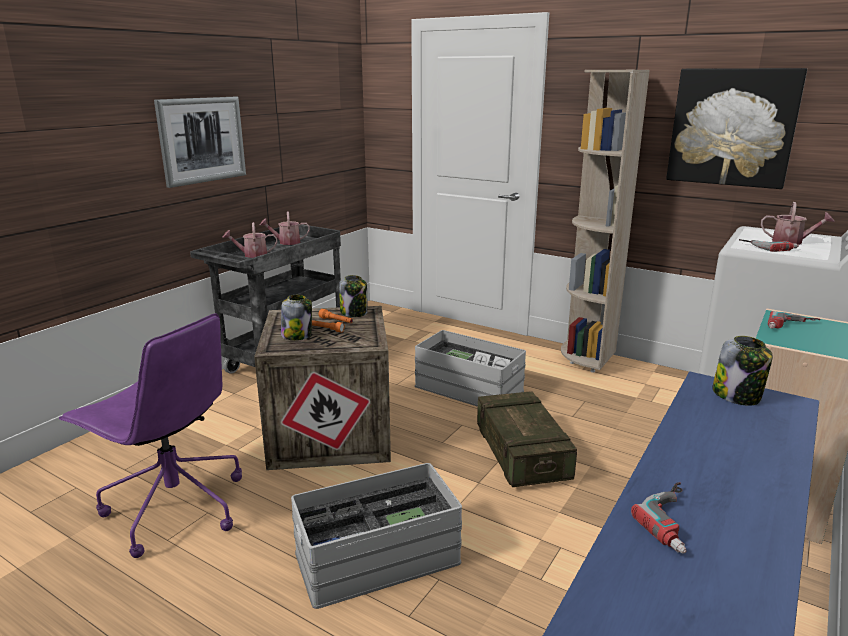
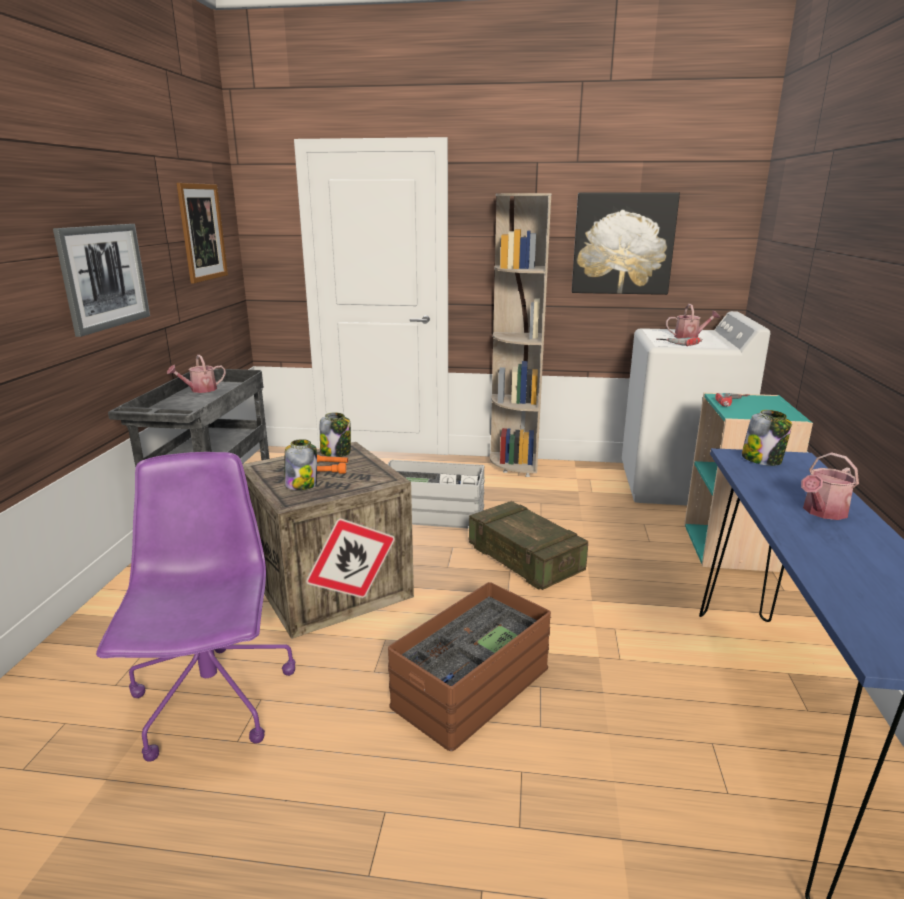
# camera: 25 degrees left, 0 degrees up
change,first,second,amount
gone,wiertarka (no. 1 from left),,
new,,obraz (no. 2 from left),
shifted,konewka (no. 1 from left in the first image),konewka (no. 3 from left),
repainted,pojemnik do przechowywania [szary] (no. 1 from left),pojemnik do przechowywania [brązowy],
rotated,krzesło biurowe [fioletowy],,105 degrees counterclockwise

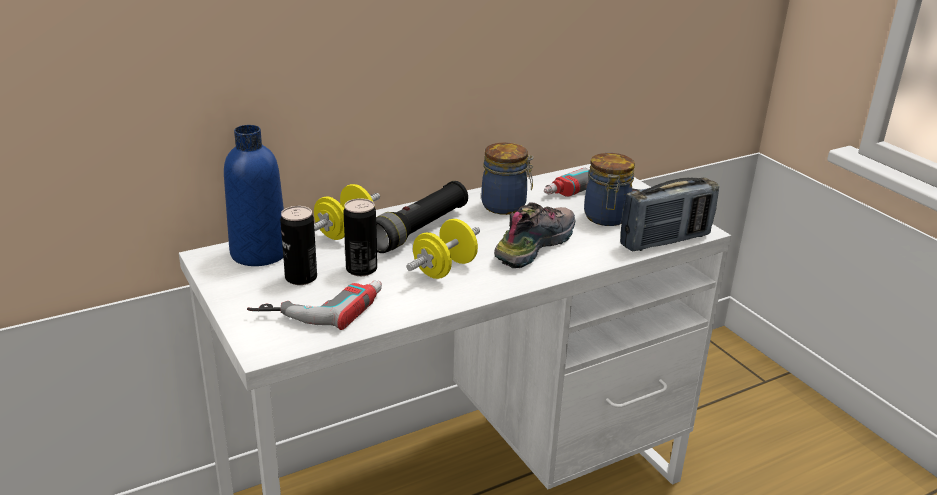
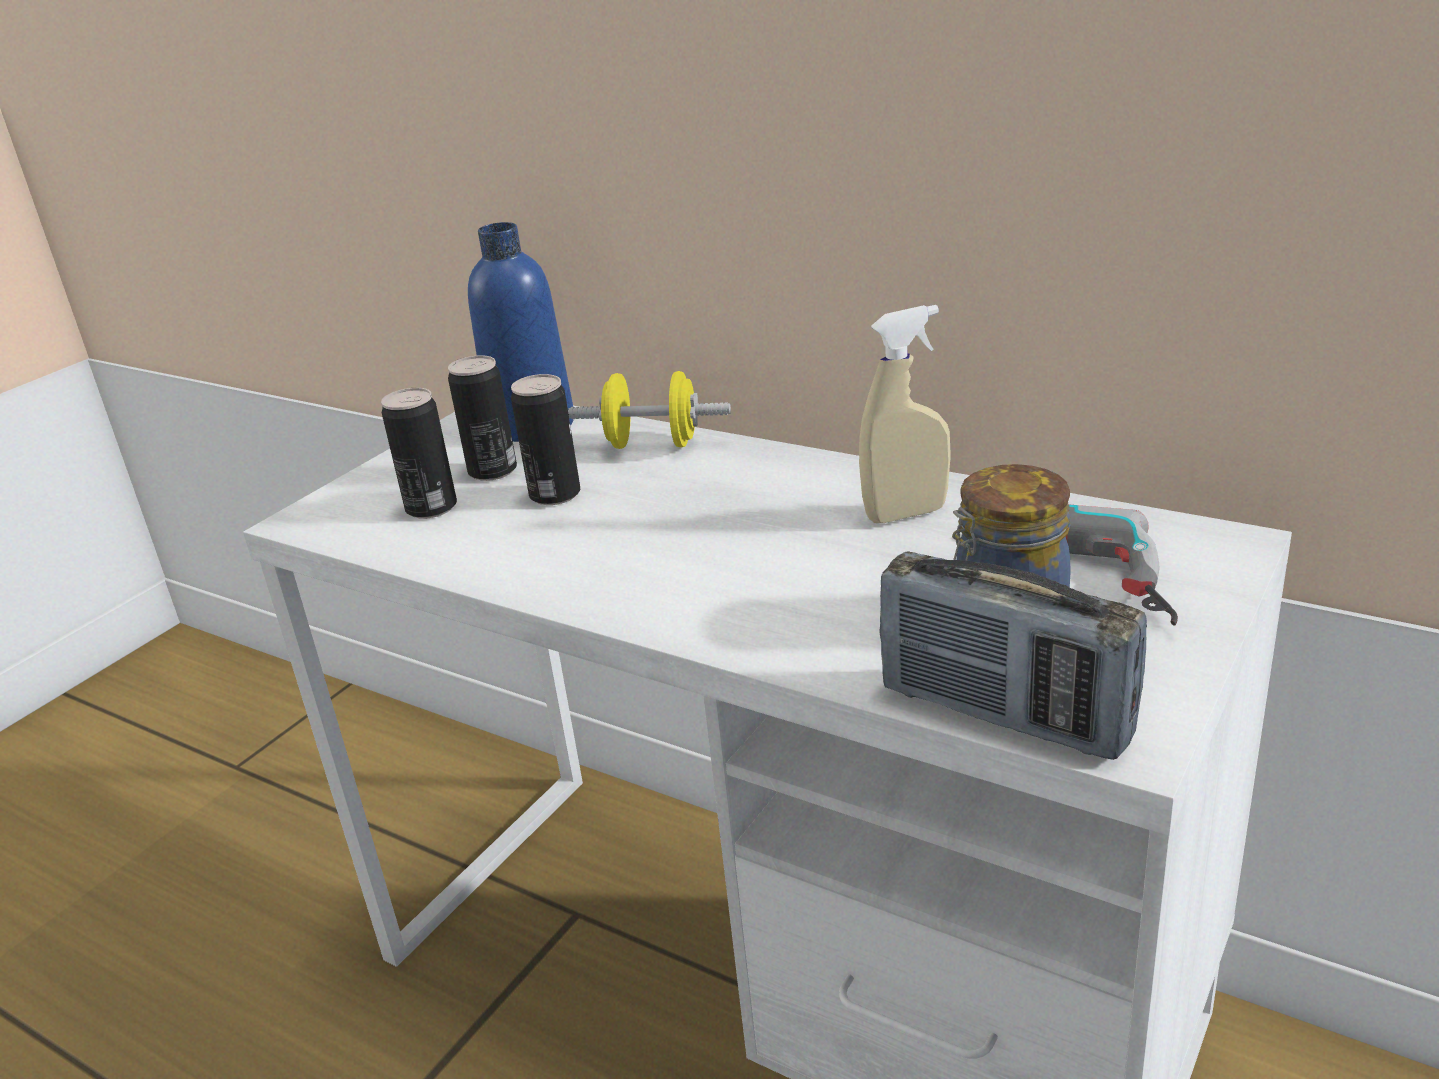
# camera: 65 degrees right, 0 degrees up
change,first,second,amount
gone,latarka [czarny],,
gone,hantel [żółty] (no. 2 from left),,
gone,but,,
swapped,wiertarka (no. 1 from left),puszka (no. 1 from left),
swapped,słoik (no. 1 from left),spryskiwacz [beżowy],

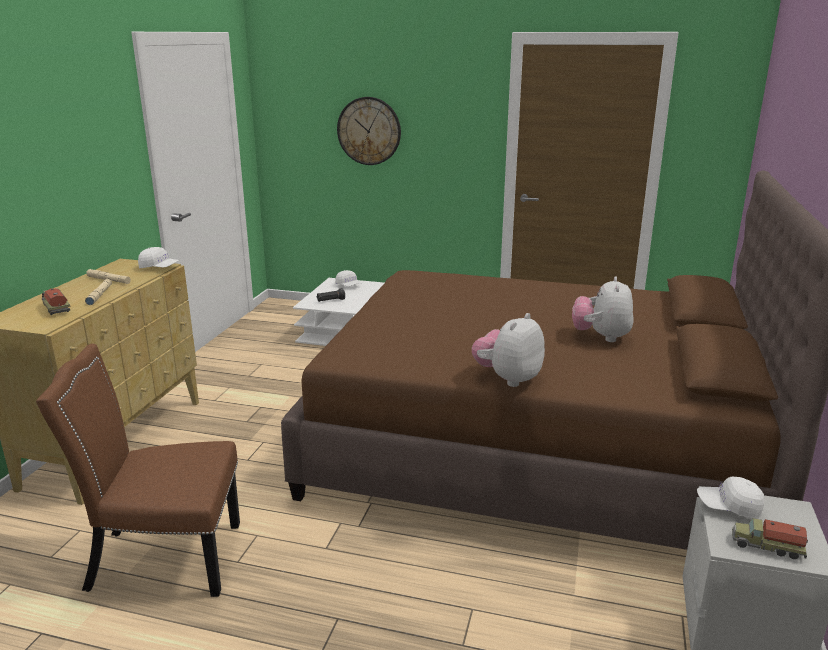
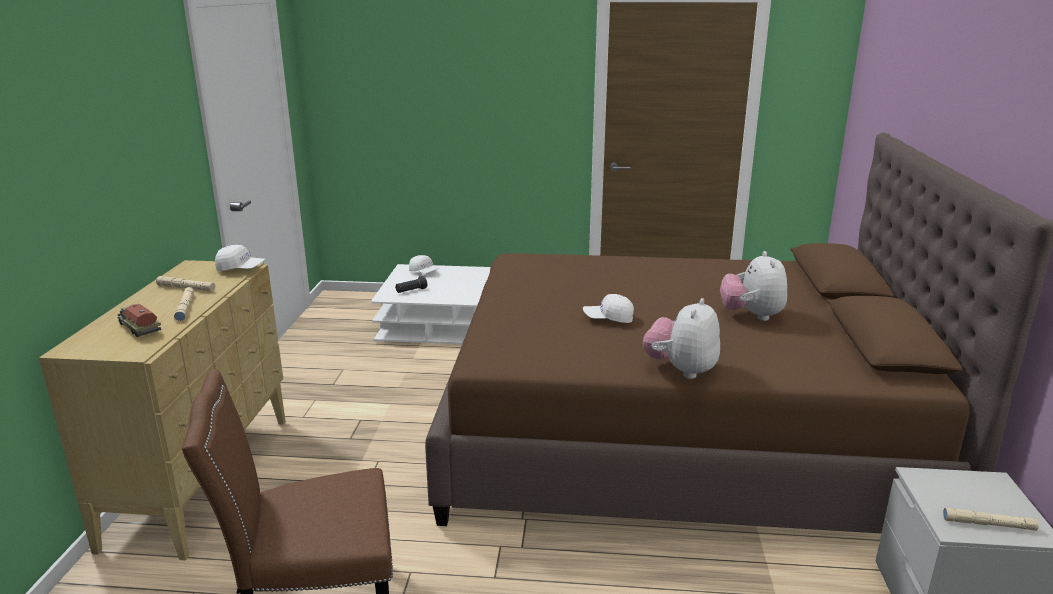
# camera: 10 degrees left, 0 degrees up
change,first,second,amount
gone,zegar ścienny,,
shifted,czapka z daszkiem [biały] (no. 3 from left),,
swapped,ciężarówka zabawkowa (no. 2 from left),latarka [beżowy] (no. 3 from left),

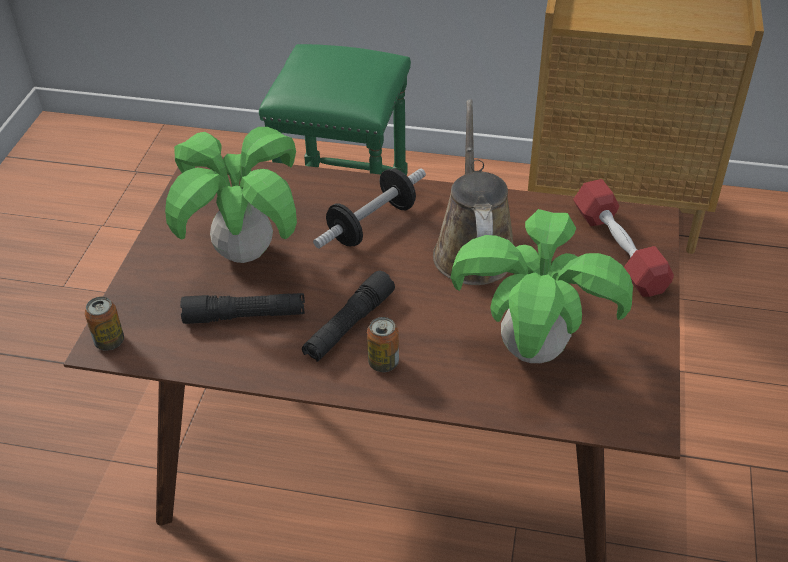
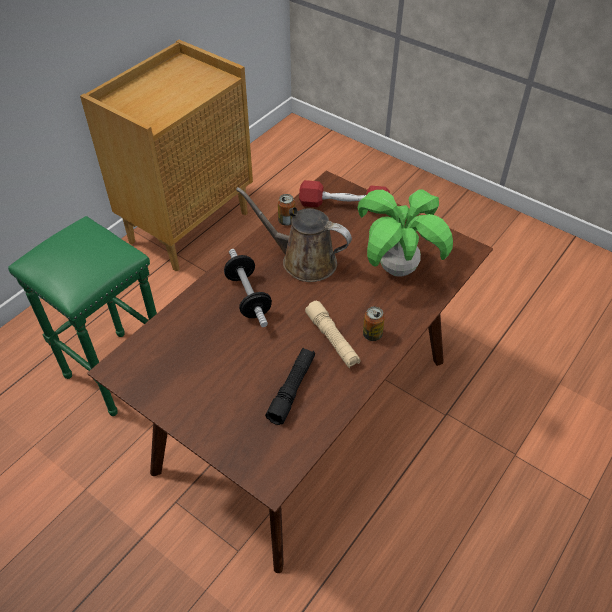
# camera: 65 degrees left, 5 degrees up
change,first,second,amount
gone,roślina doniczkowa (no. 1 from left),,
shifted,puszka (no. 1 from left),,
repainted,latarka [czarny] (no. 2 from left),latarka [beżowy],

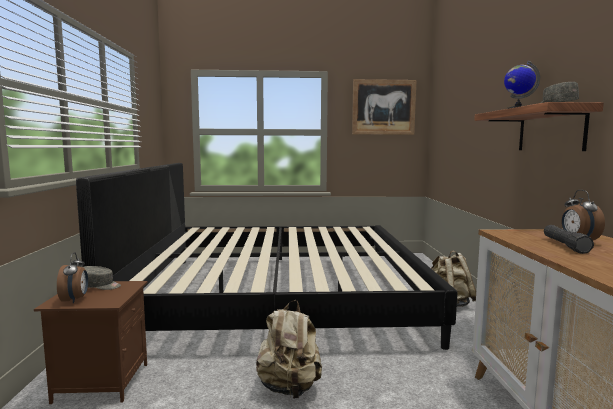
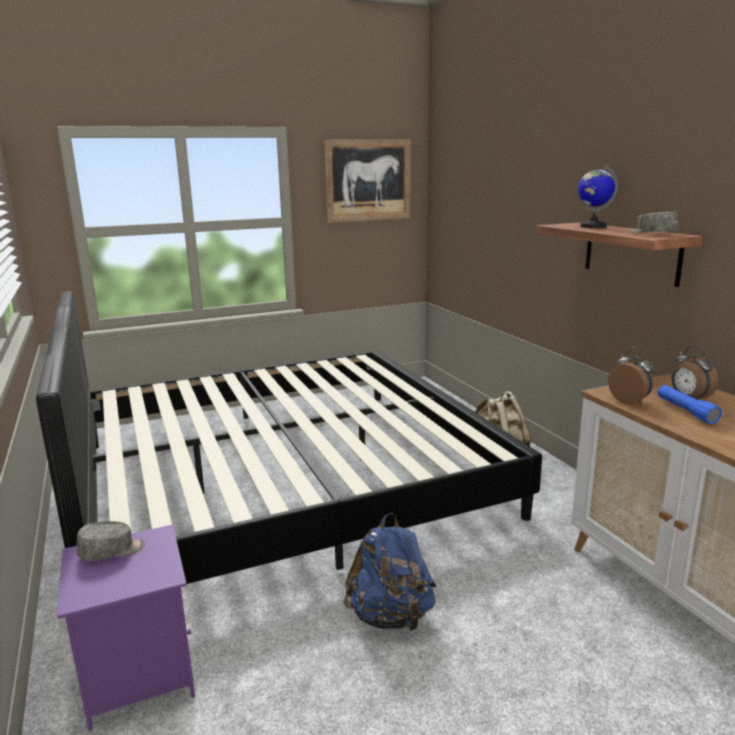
# camera: 20 degrees left, 10 degrees up
change,first,second,amount
shifted,budzik (no. 1 from left),,
repainted,szafka nocna [brązowy],szafka nocna [fioletowy],
repainted,plecak [beżowy] (no. 1 from left),plecak [niebieski],
repainted,latarka [czarny],latarka [niebieski],

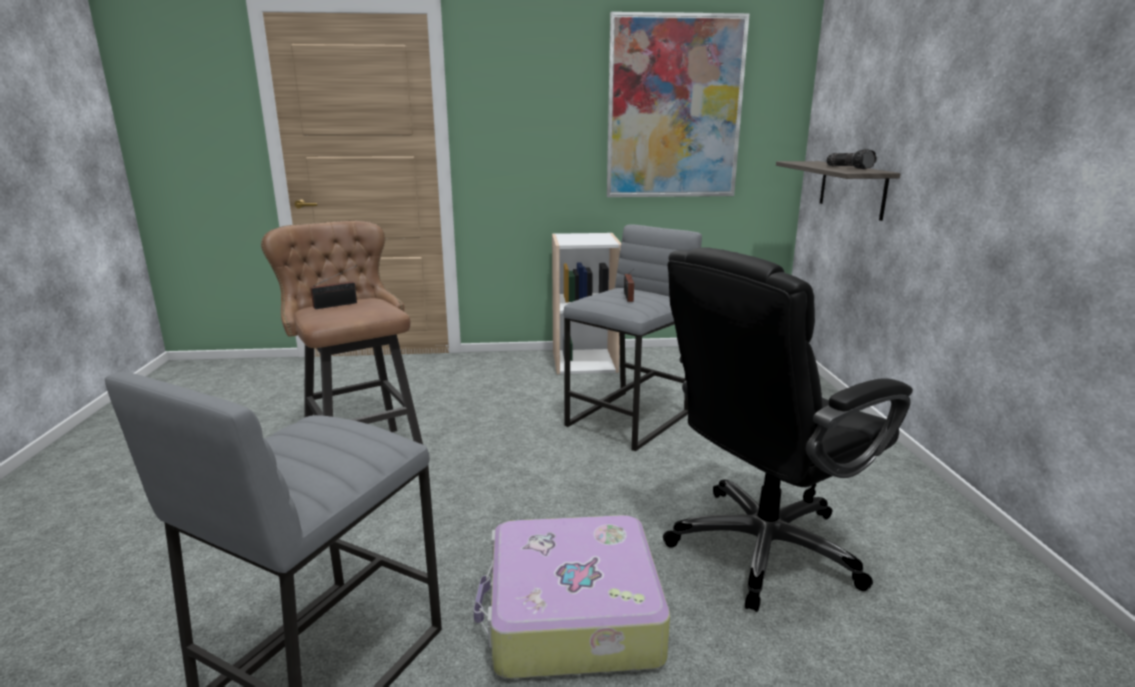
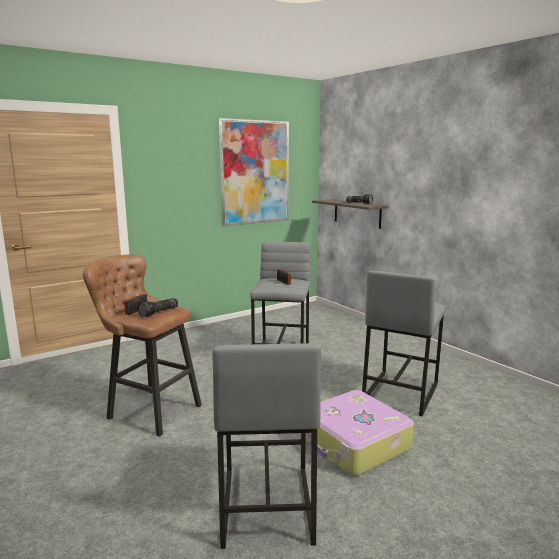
# camera: 30 degrees left, 5 degrees down
change,first,second,amount
gone,regał,,
new,,latarka (no. 1 from left),
swapped,krzesło biurowe [czarny],stołek [szary] (no. 3 from left),

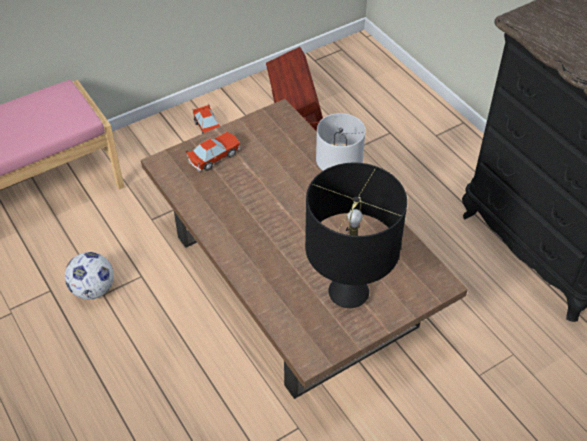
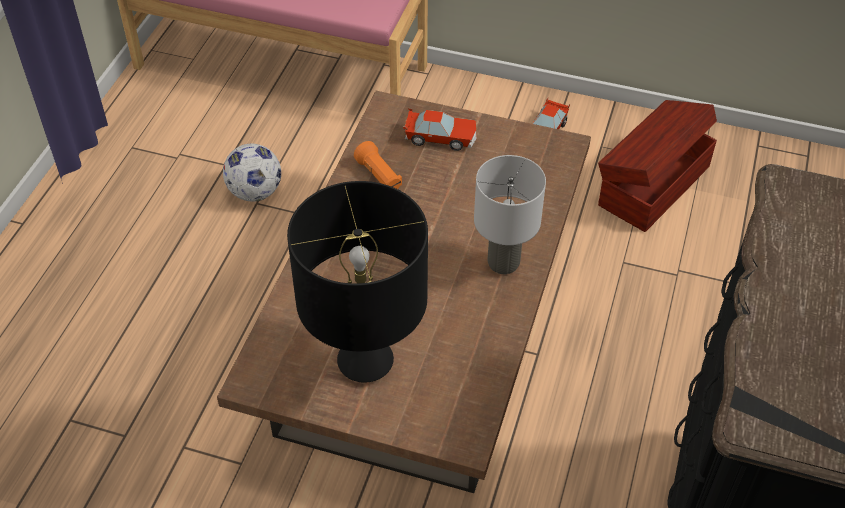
# camera: 50 degrees right, 0 degrees up
change,first,second,amount
new,,latarka [pomarańczowy],

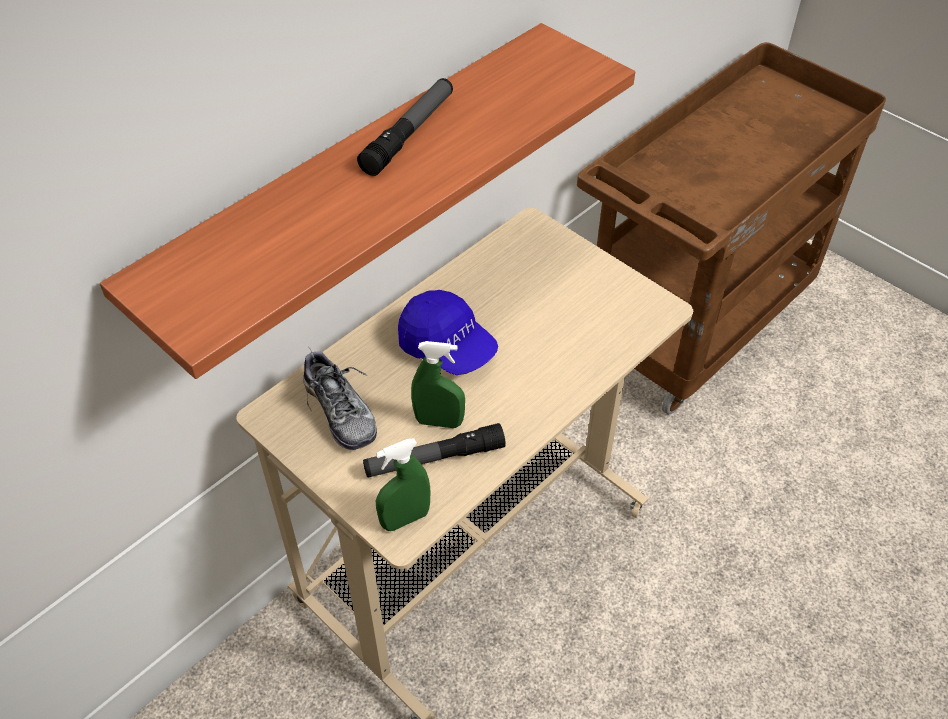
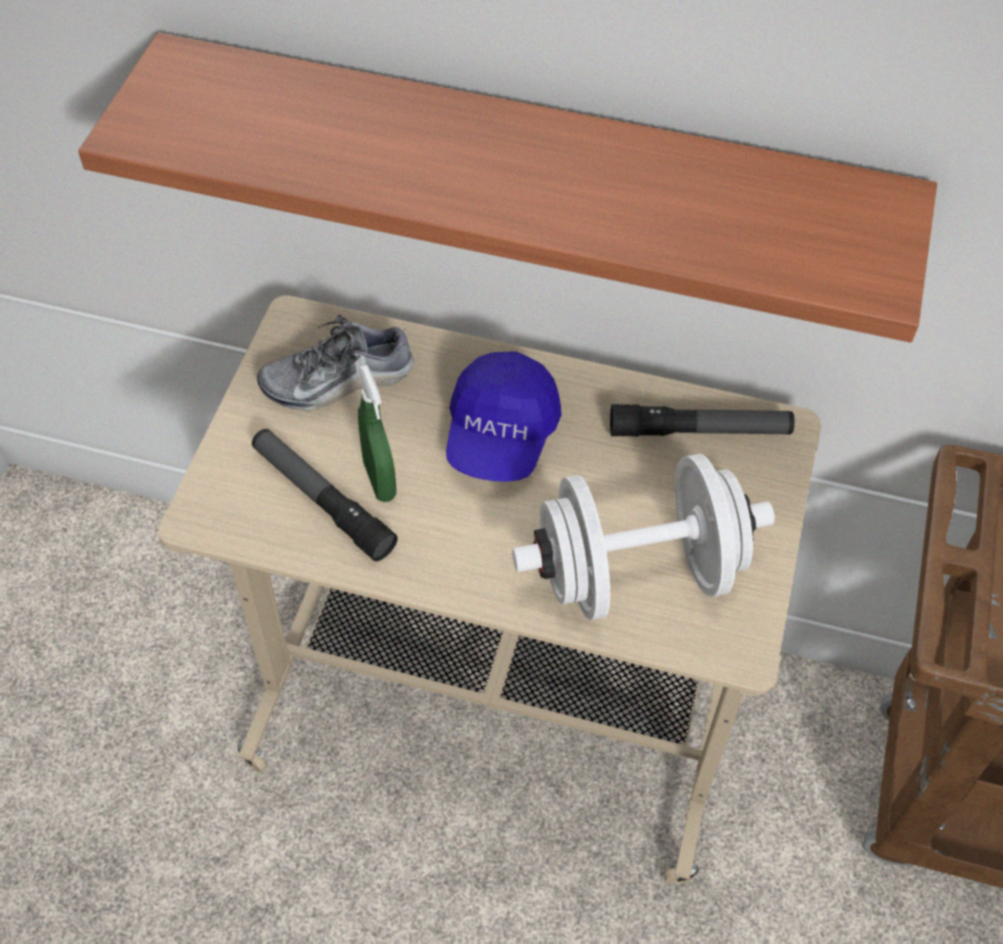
# camera: 60 degrees right, 5 degrees up
change,first,second,amount
gone,spryskiwacz [zielony] (no. 1 from left),,
new,,hantel [biały],
shifted,latarka (no. 1 from left in the first image),latarka (no. 2 from left),
rotated,but,,45 degrees clockwise

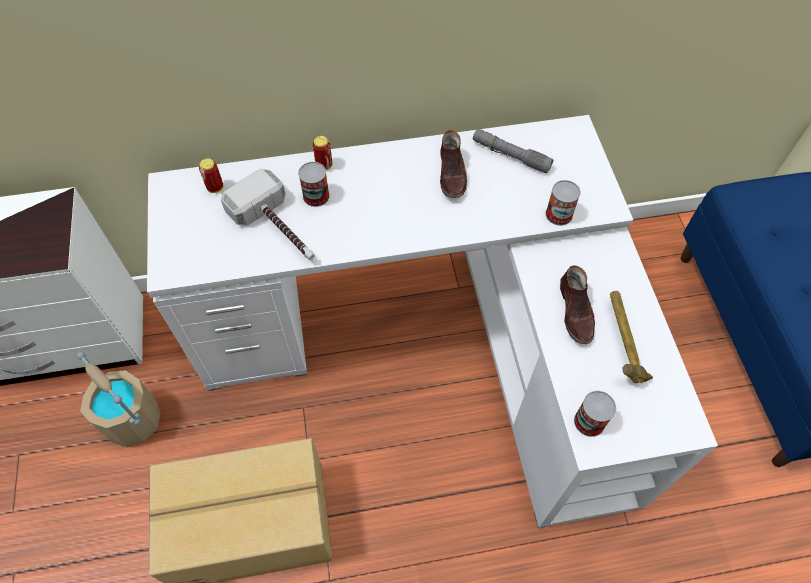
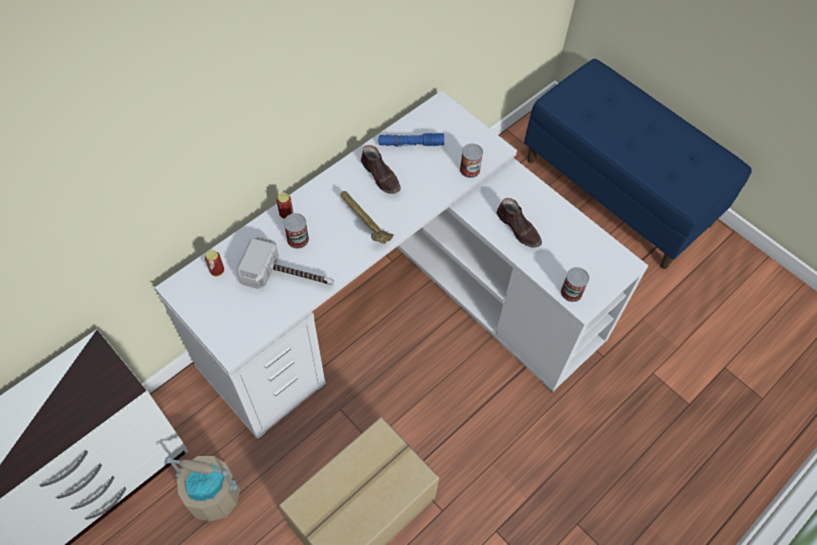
# camera: 35 degrees left, 0 degrees up
change,first,second,amount
shifted,młotek (no. 2 from left),,
repainted,latarka [szary],latarka [niebieski],

